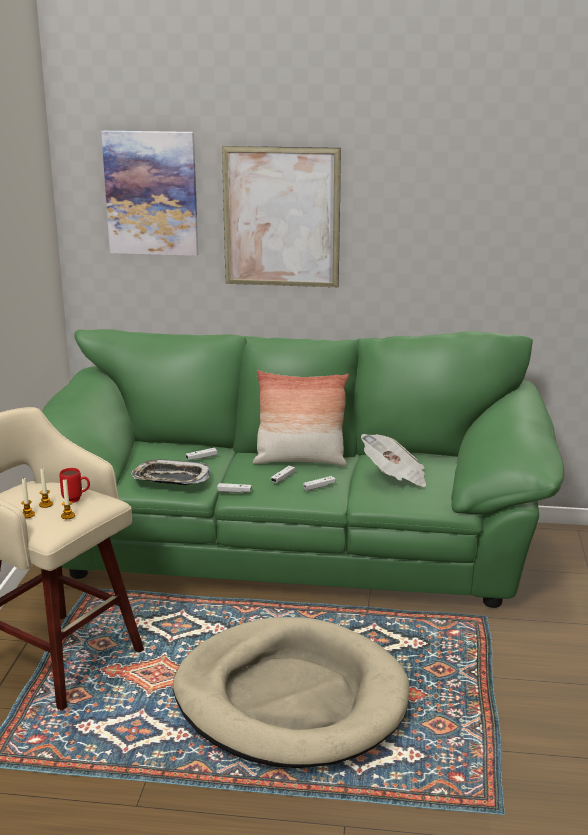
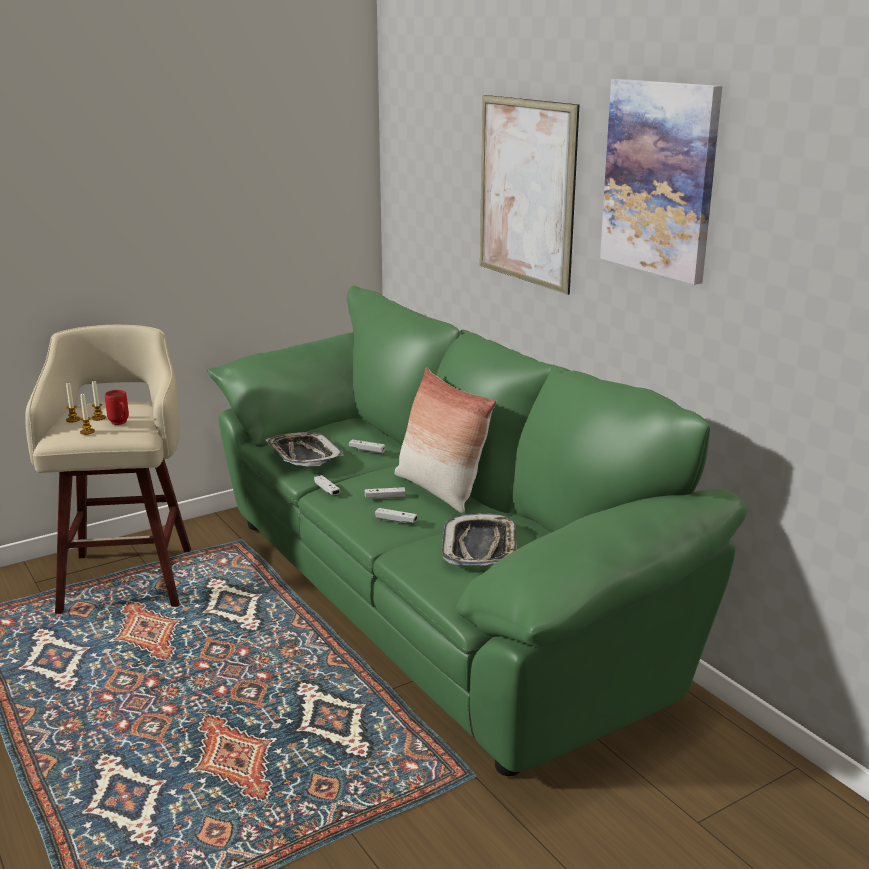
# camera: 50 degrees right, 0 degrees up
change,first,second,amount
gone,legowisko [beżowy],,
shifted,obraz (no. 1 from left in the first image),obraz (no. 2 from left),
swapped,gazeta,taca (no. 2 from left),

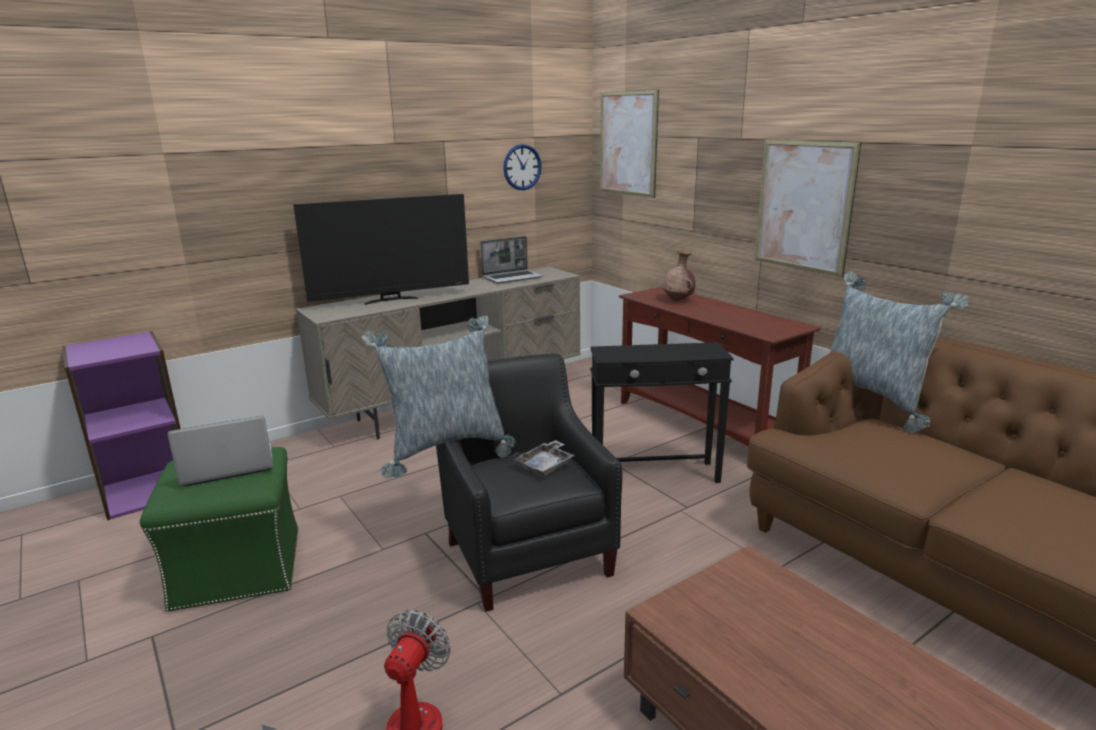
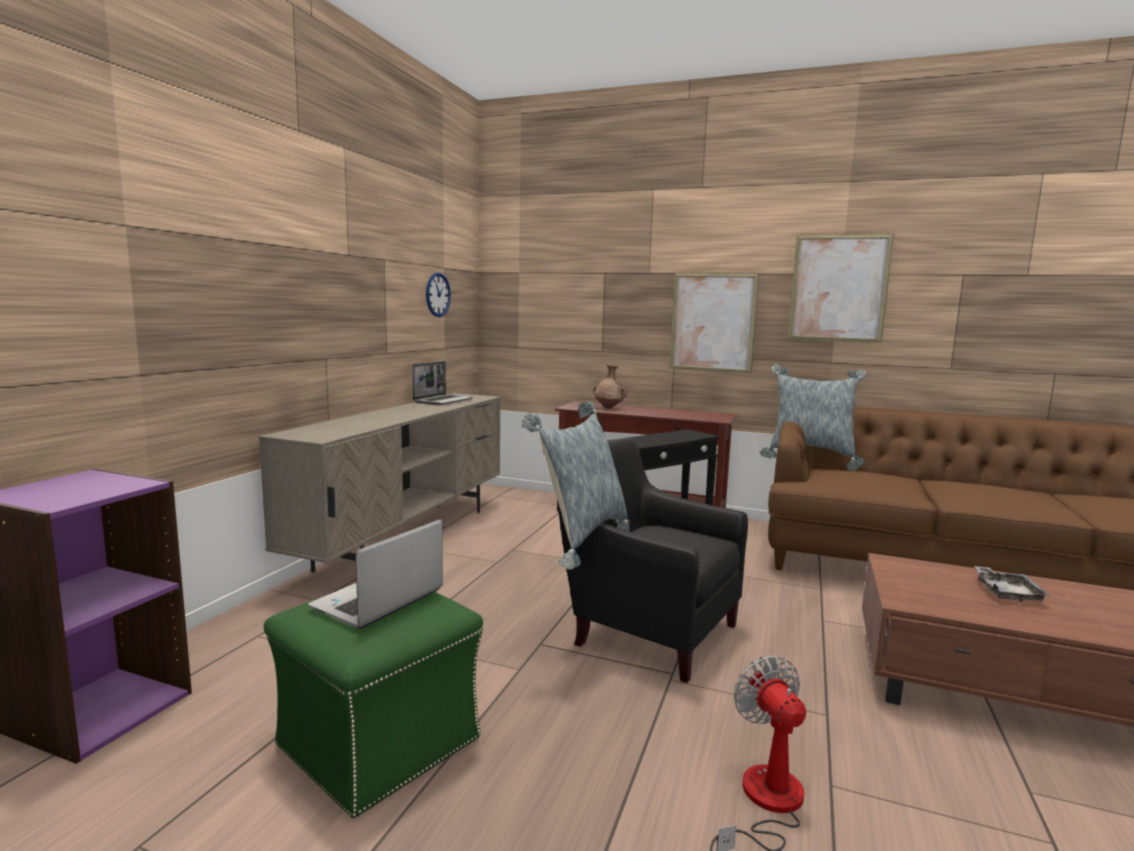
# camera: 35 degrees left, 10 degrees down
change,first,second,amount
gone,telewizor,,
shifted,taca [szary],,
shifted,obraz (no. 1 from left in the first image),obraz (no. 2 from left),

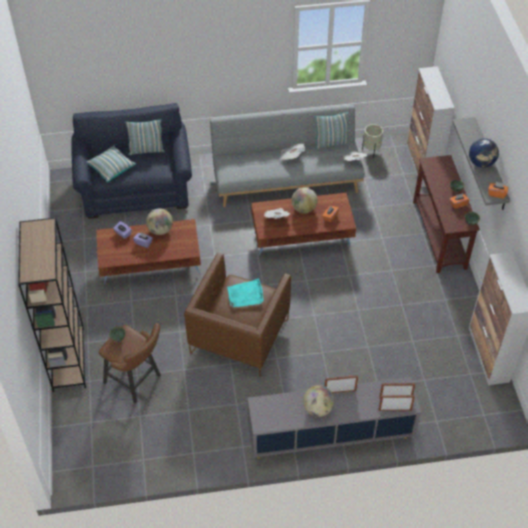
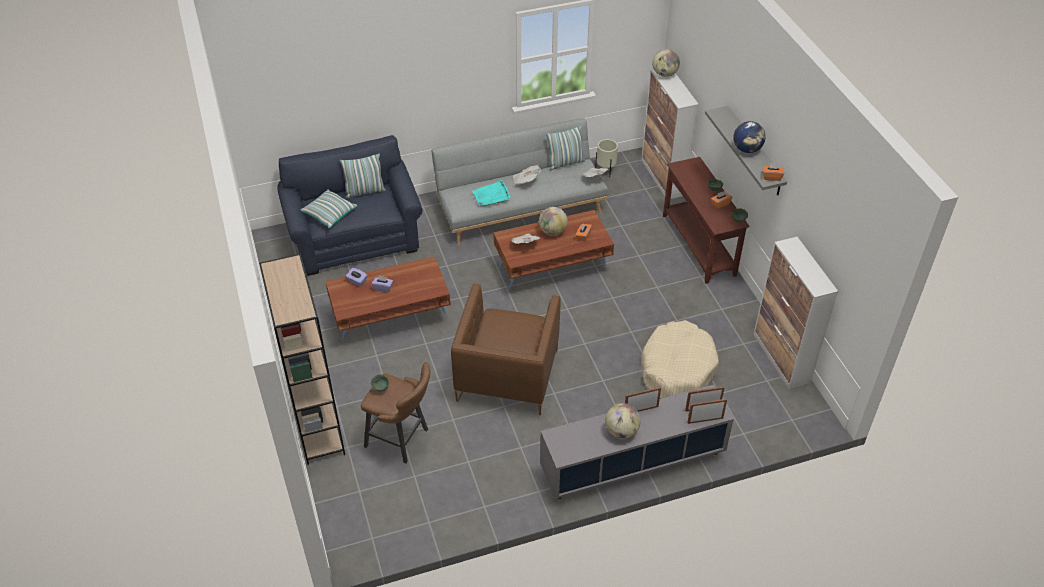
# camera: 10 degrees left, 5 degrees down
change,first,second,amount
new,,legowisko [beżowy],
shifted,globus (no. 1 from left in the first image),globus (no. 3 from left),
shifted,taca [turkusowy],,

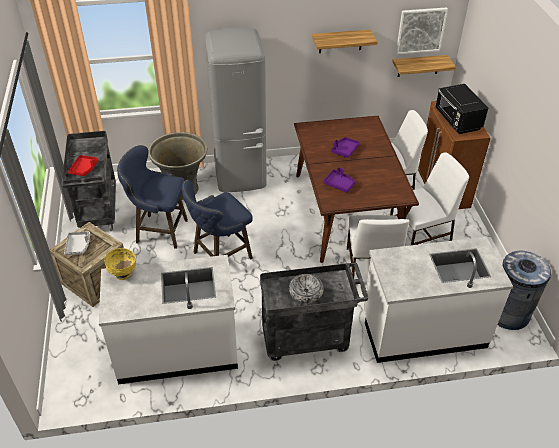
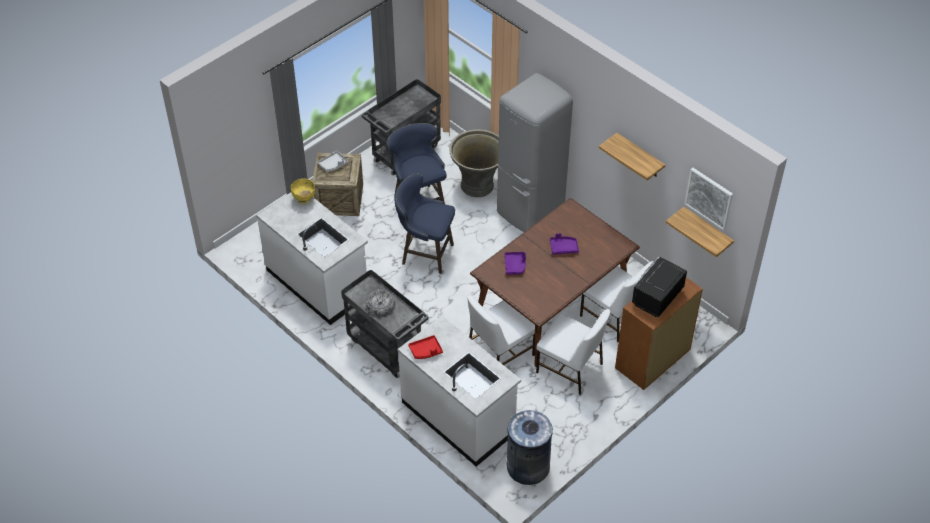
# camera: 55 degrees right, 5 degrees up
change,first,second,amount
shifted,taca [czerwony],,

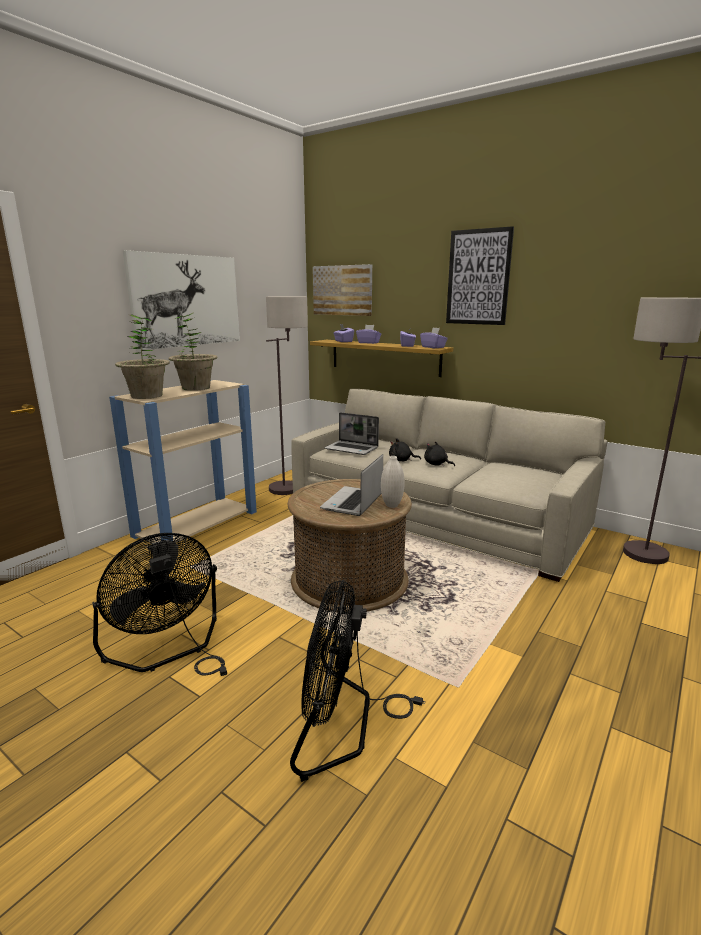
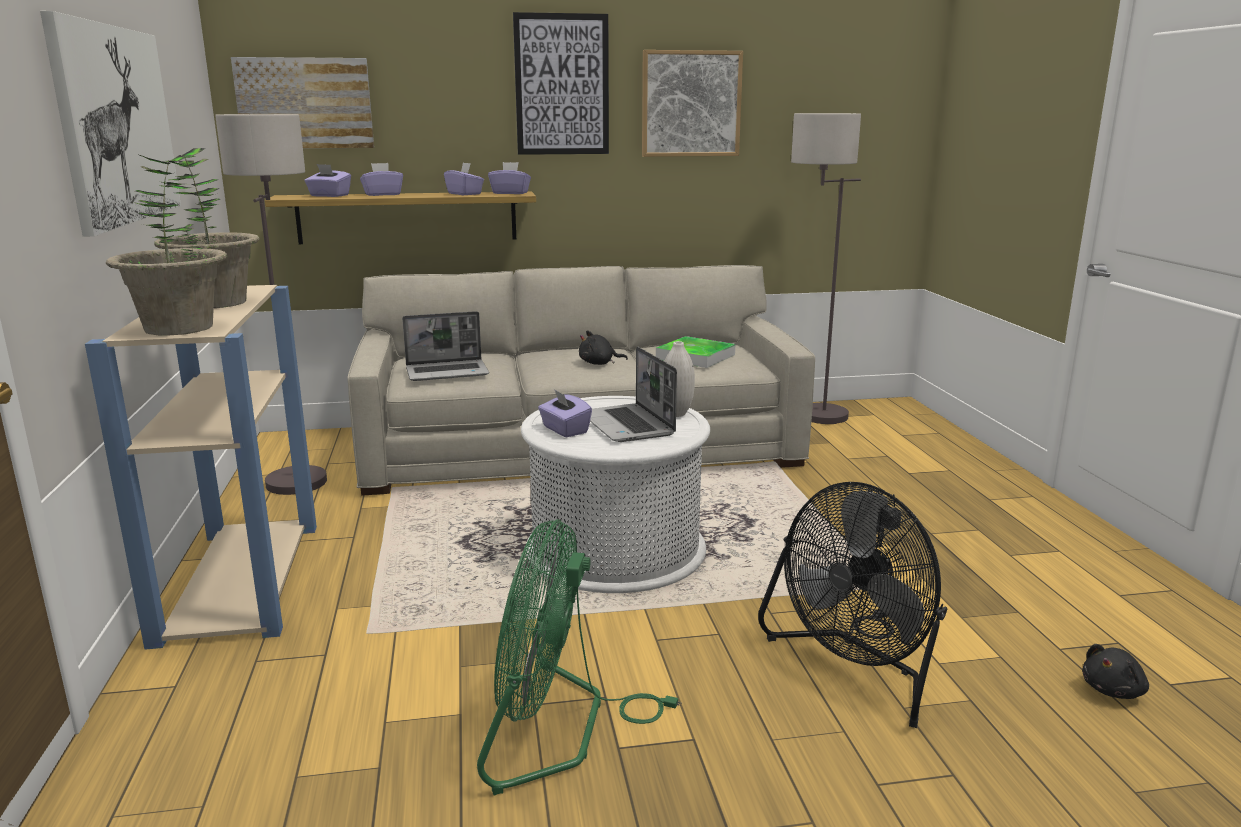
# camera: 45 degrees left, 0 degrees up
change,first,second,amount
new,,pudełko chusteczek [fioletowy] (no. 5 from left),
new,,obraz (no. 4 from left),
new,,taca,
shifted,pluszak [czarny] (no. 1 from left in the first image),pluszak [czarny] (no. 2 from left),
repainted,wentylator [czarny] (no. 1 from left),wentylator [zielony],
repainted,ława [brązowy],ława [biały],

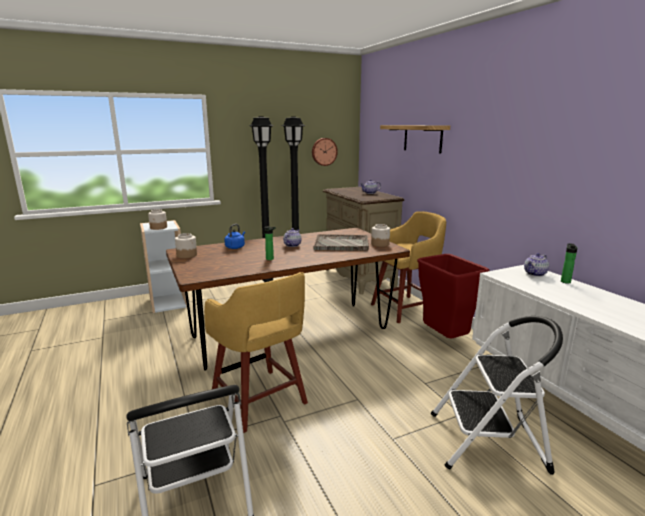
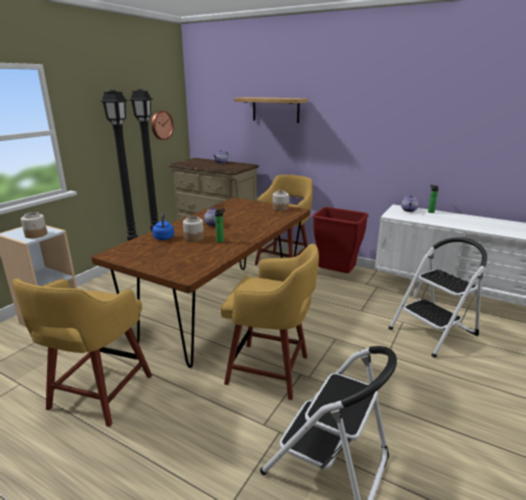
# camera: 35 degrees left, 5 degrees up
change,first,second,amount
gone,taca [szary],,
new,,stołek [żółty] (no. 1 from left),
shifted,słoik (no. 2 from left),,

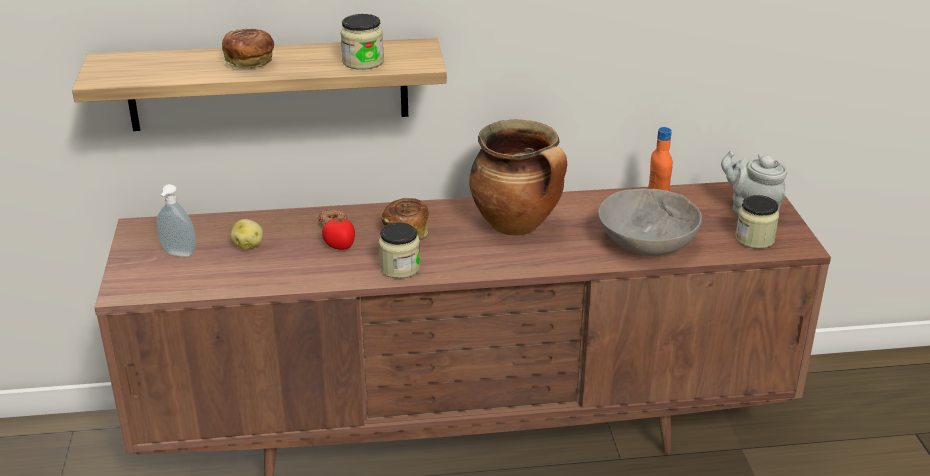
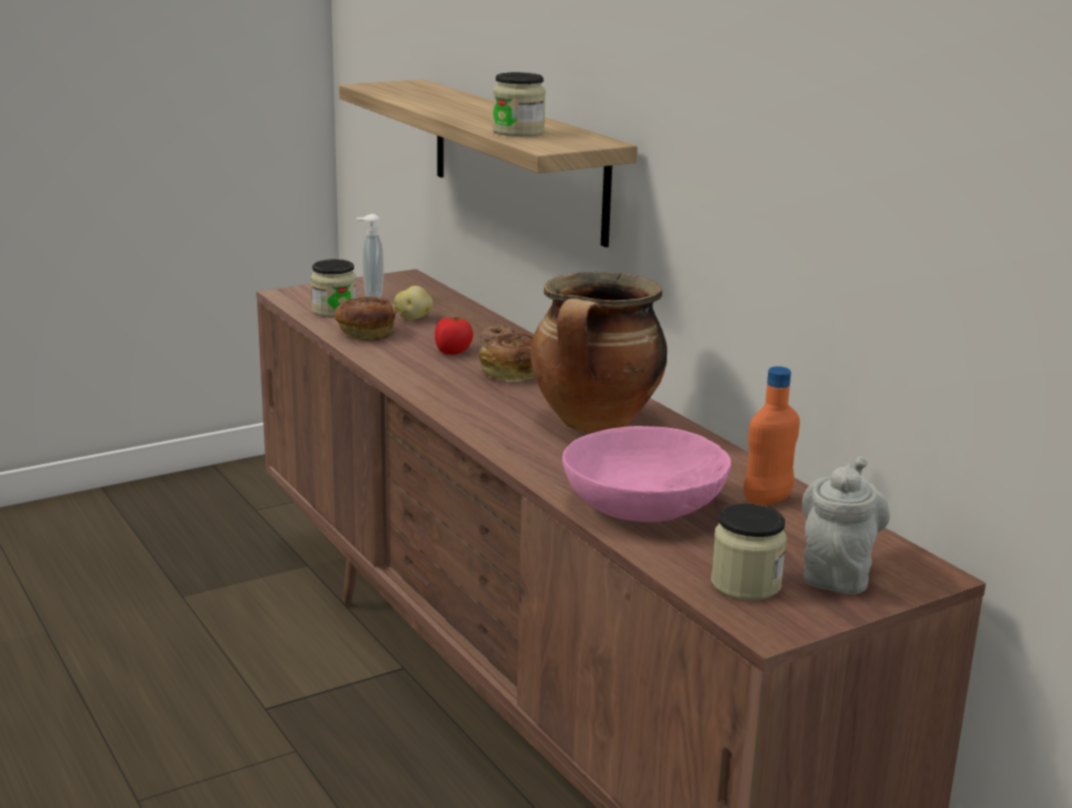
# camera: 65 degrees right, 10 degrees down
change,first,second,amount
shifted,chleb (no. 1 from left),,
shifted,słoik (no. 2 from left in the first image),słoik (no. 1 from left),
repainted,miska [szary],miska [różowy],

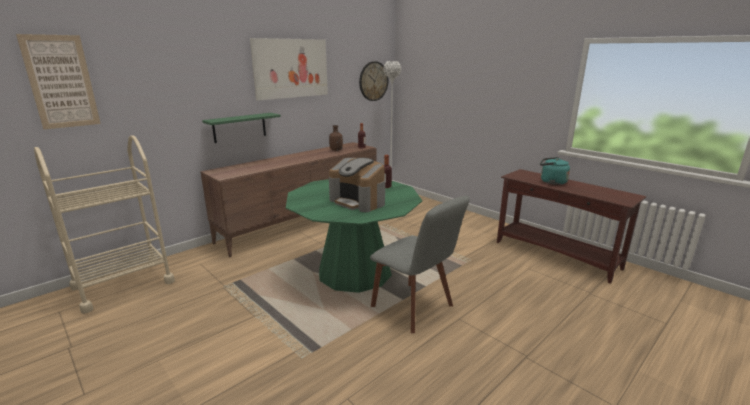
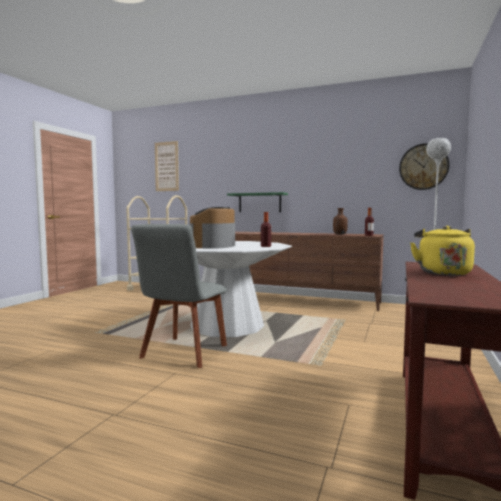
# camera: 65 degrees right, 15 degrees down
change,first,second,amount
gone,obraz (no. 2 from left),,
repainted,stół jadalny [zielony],stół jadalny [biały],
repainted,czajnik [turkusowy],czajnik [żółty],

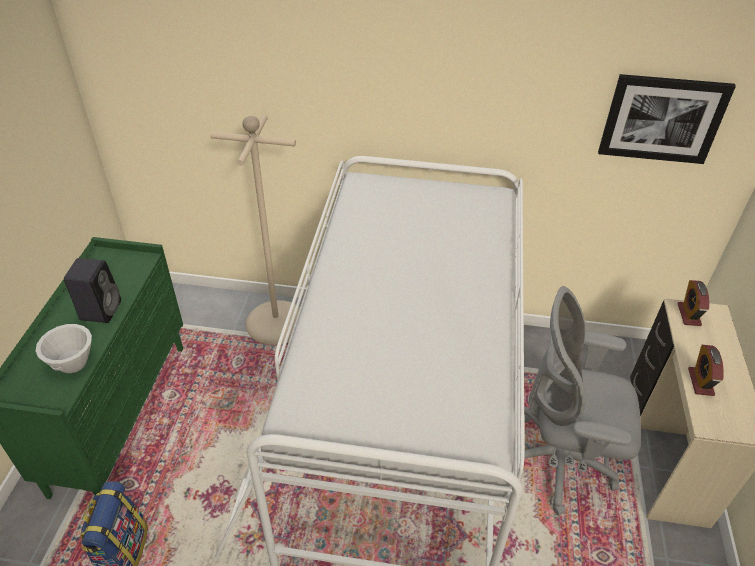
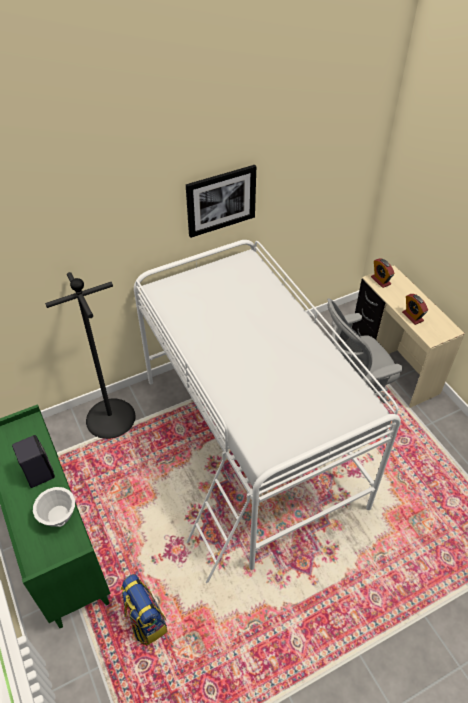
# camera: 35 degrees left, 5 degrees up
change,first,second,amount
shifted,obraz,,
repainted,wieszak [beżowy],wieszak [czarny],

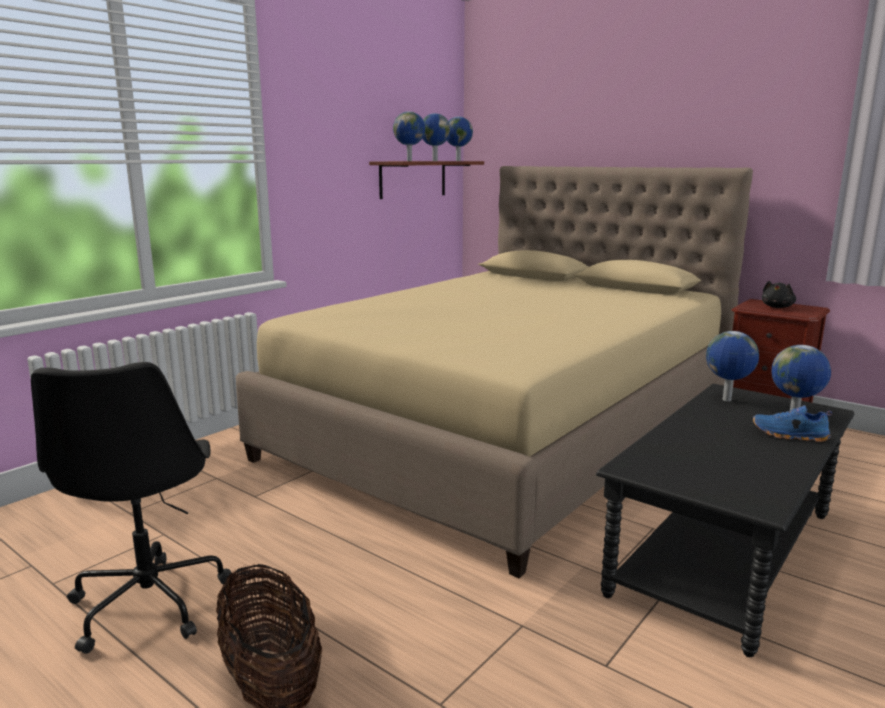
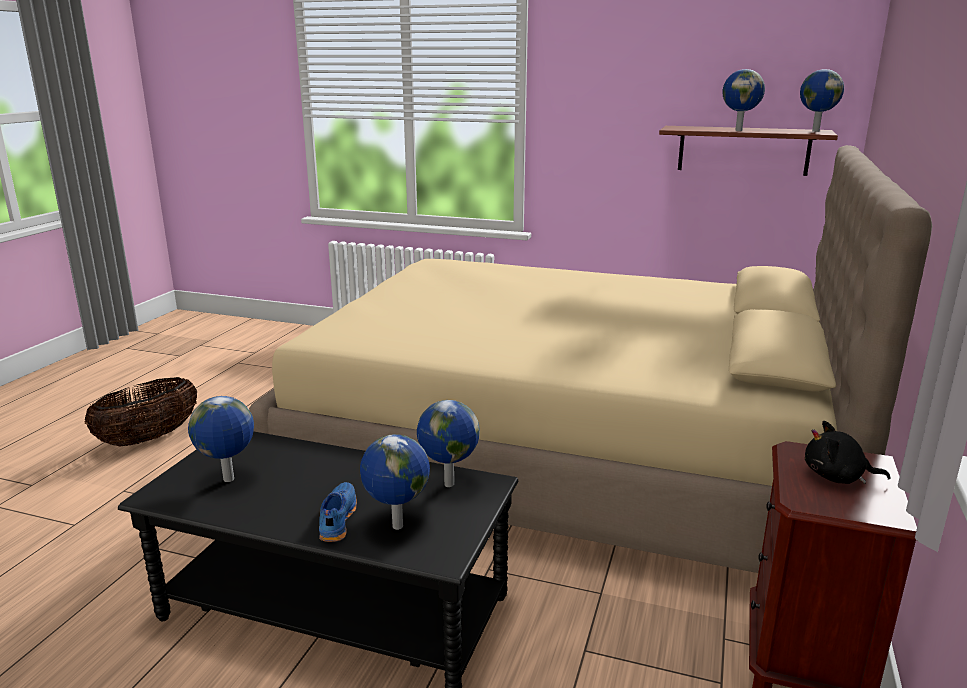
# camera: 70 degrees right, 5 degrees up
change,first,second,amount
gone,krzesło biurowe [czarny],,
shifted,globus (no. 1 from left),,

